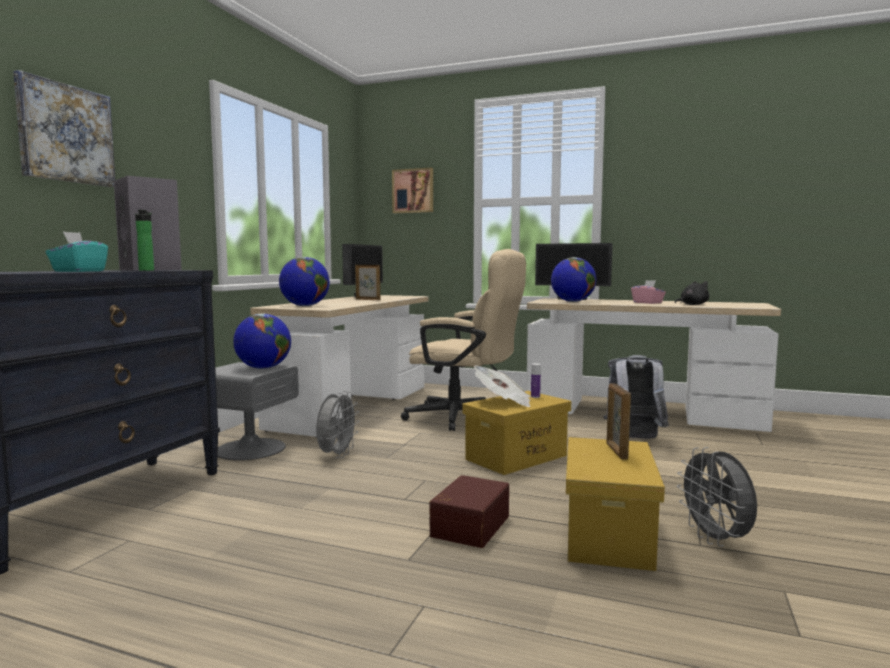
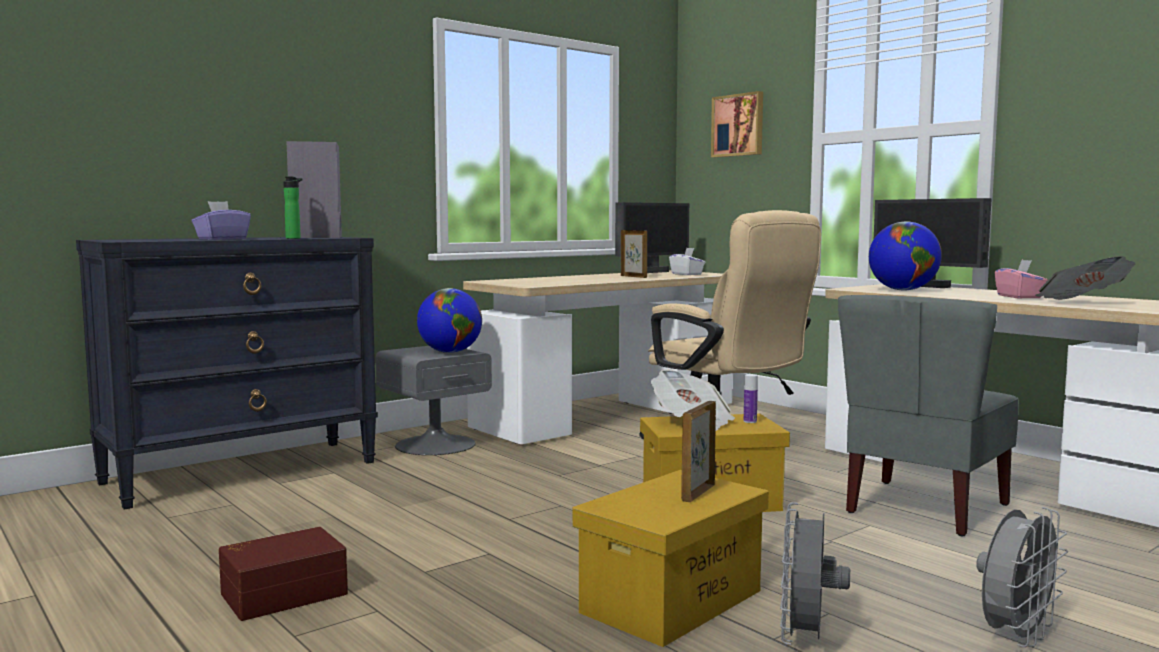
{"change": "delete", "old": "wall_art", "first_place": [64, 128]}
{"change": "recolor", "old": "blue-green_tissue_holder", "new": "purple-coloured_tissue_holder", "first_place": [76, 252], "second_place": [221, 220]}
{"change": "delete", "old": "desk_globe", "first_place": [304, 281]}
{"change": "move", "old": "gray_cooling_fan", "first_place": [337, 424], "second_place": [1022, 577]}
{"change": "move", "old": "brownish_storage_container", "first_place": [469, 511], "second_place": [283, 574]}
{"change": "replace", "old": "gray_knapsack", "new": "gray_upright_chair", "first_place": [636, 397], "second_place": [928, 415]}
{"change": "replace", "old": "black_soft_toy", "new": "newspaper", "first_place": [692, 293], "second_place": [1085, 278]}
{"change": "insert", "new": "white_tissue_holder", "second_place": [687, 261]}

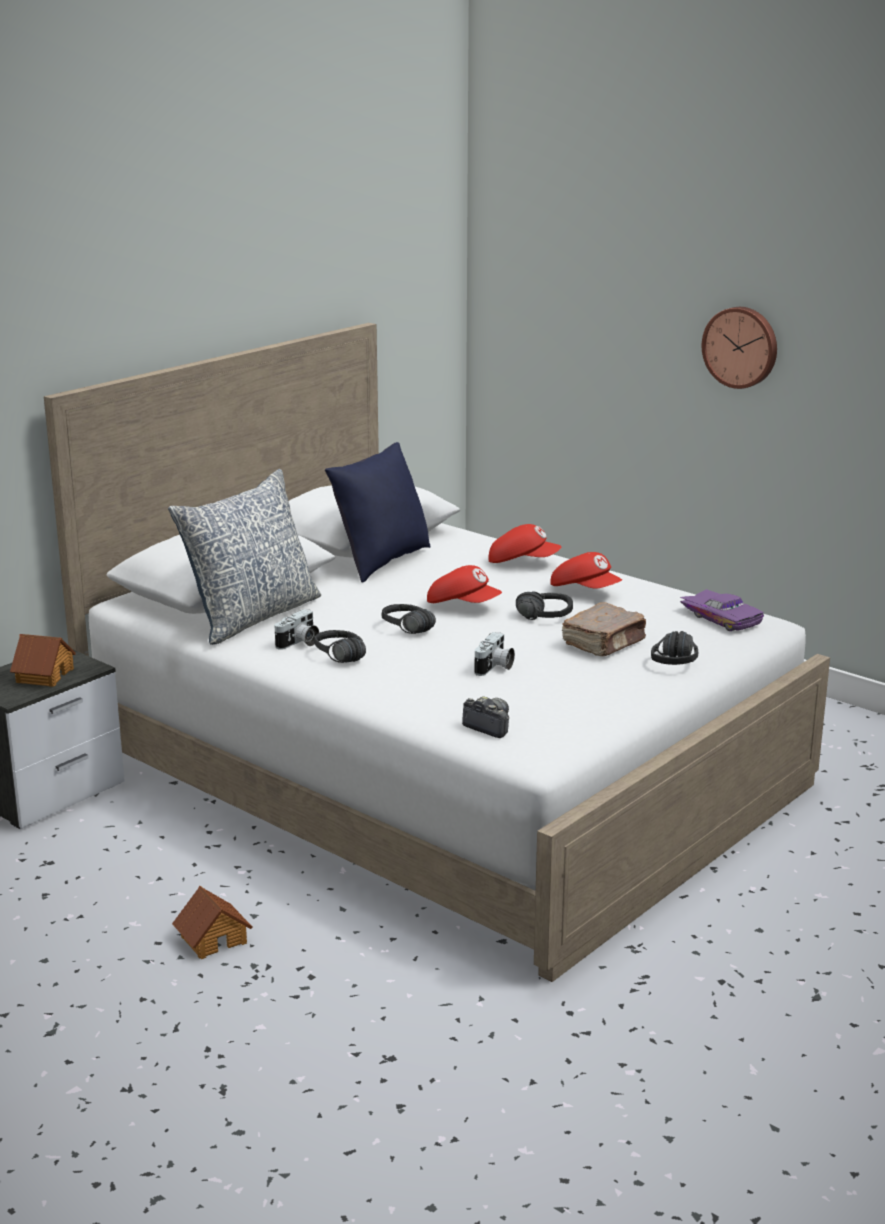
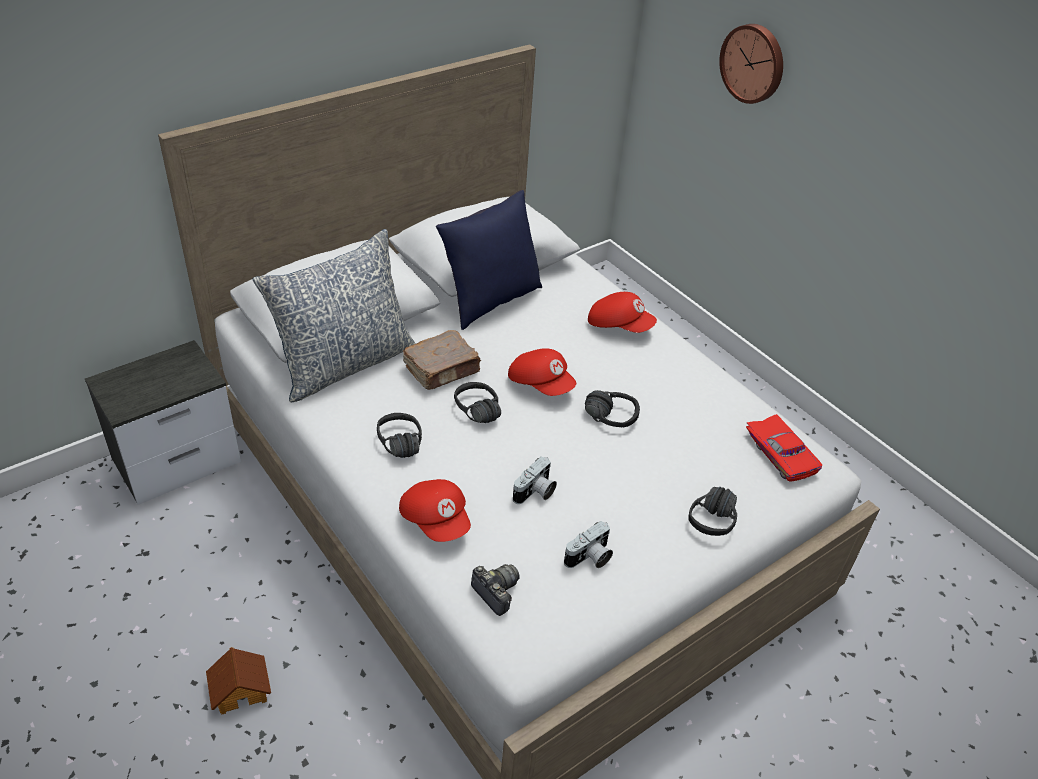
{"change": "delete", "old": "model_house", "first_place": [43, 660]}
{"change": "move", "old": "still_camera", "first_place": [296, 629], "second_place": [588, 544]}
{"change": "move", "old": "red_peaked_cap", "first_place": [586, 570], "second_place": [435, 510]}
{"change": "move", "old": "brownish_volume", "first_place": [604, 629], "second_place": [442, 360]}
{"change": "recolor", "old": "purple-coloured_miniature_car", "new": "red_miniature_car", "first_place": [722, 610], "second_place": [784, 448]}
{"change": "move", "old": "clock_on_the_wall", "first_place": [739, 348], "second_place": [751, 64]}

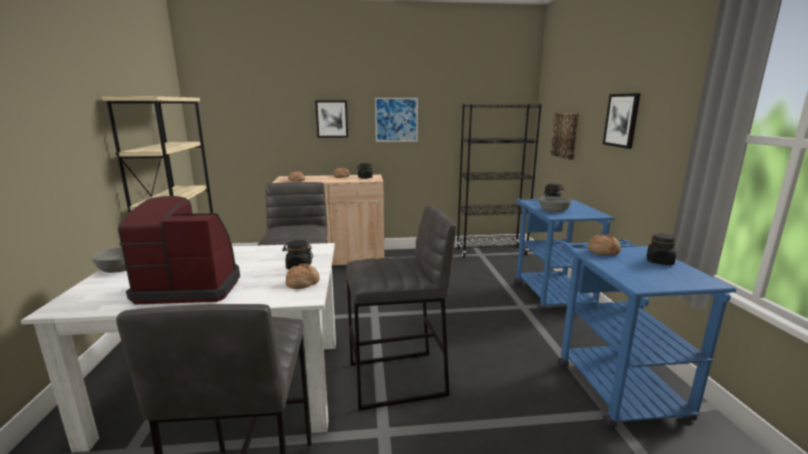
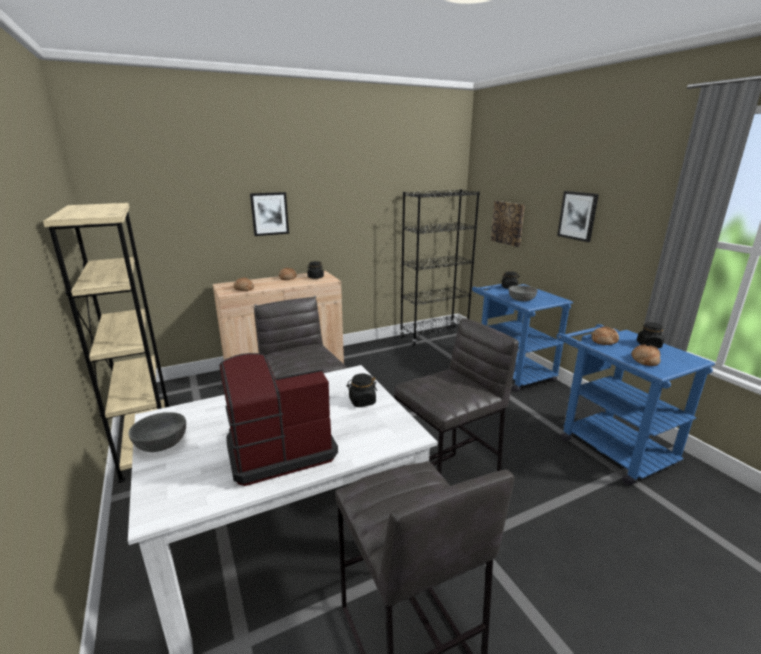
{"change": "move", "old": "baked_bread", "first_place": [303, 276], "second_place": [645, 355]}
{"change": "delete", "old": "wall_art", "first_place": [396, 120]}

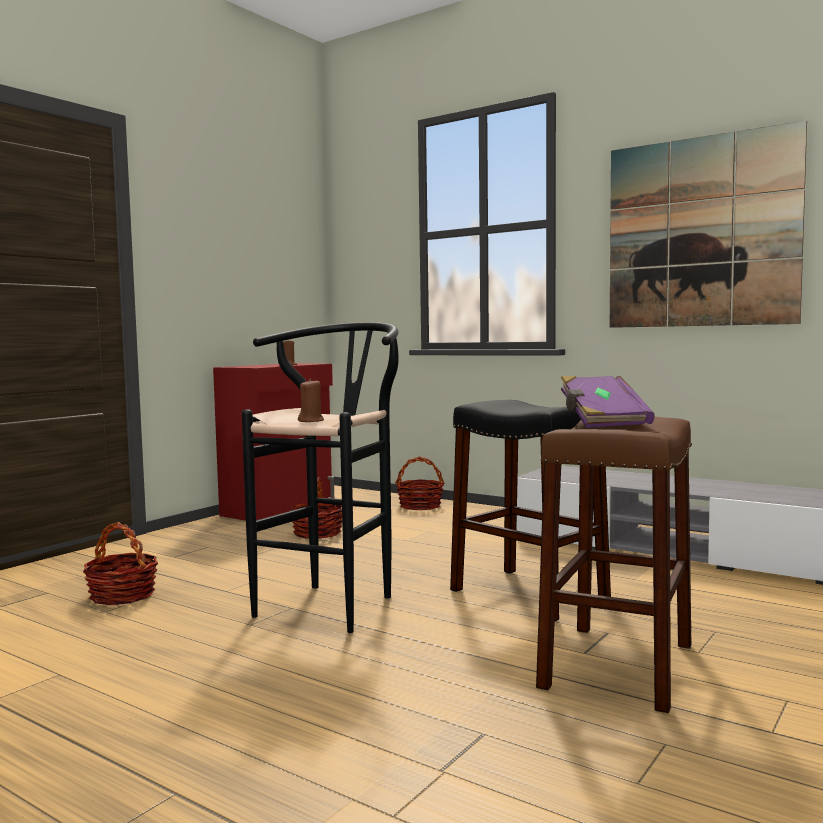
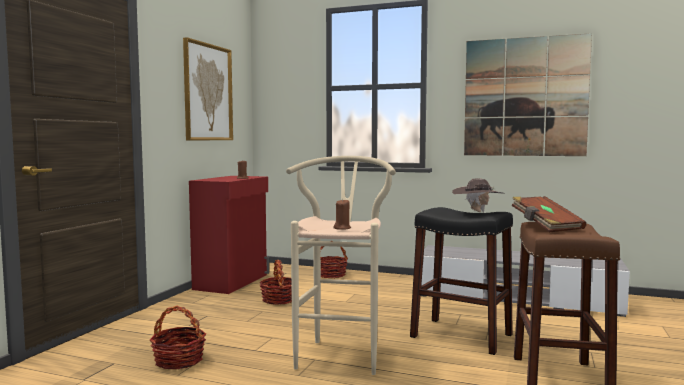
{"change": "recolor", "old": "black_stool_seat", "new": "beige_stool_seat", "first_place": [320, 477], "second_place": [341, 265]}
{"change": "recolor", "old": "purple-coloured_volume", "new": "brownish_volume", "first_place": [607, 402], "second_place": [549, 214]}
{"change": "insert", "new": "wall_art", "second_place": [208, 88]}
{"change": "insert", "new": "brownish_hat", "second_place": [477, 195]}

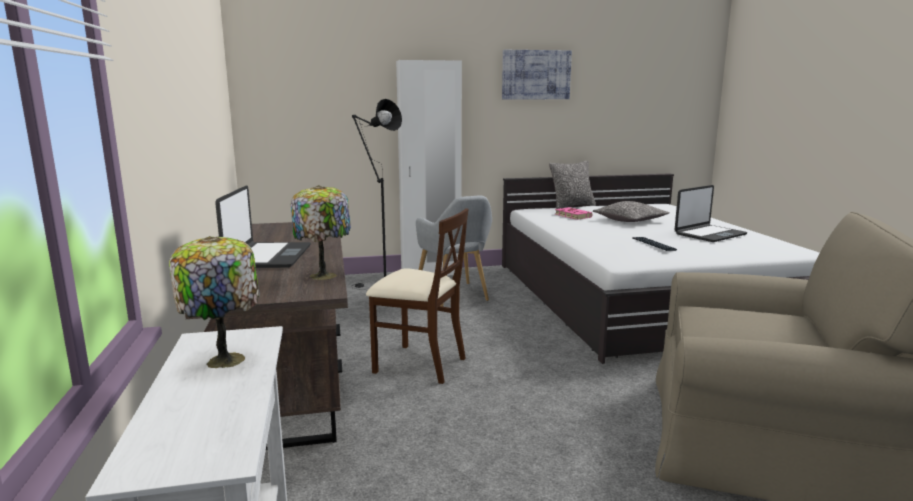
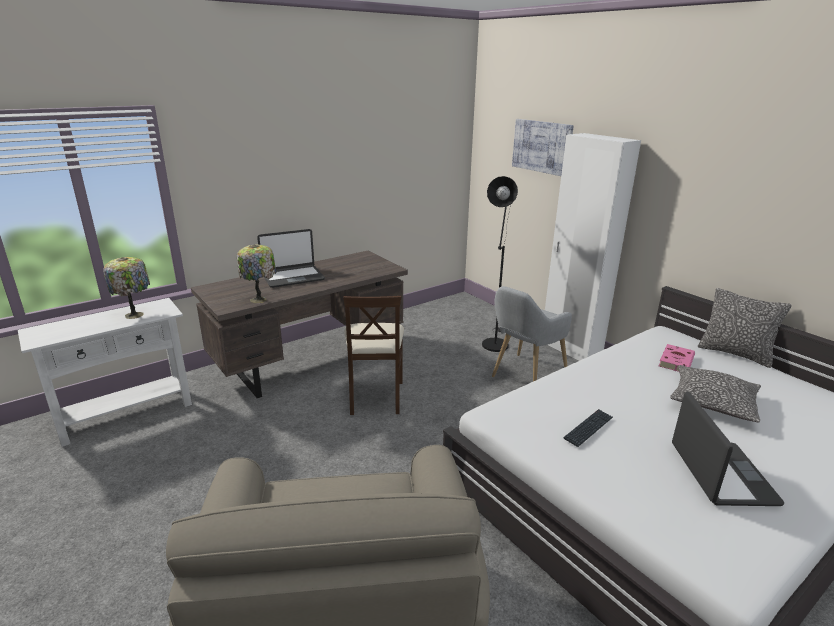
{"change": "move", "old": "wall_art", "first_place": [537, 74], "second_place": [543, 147]}
{"change": "rotate", "old": "notebook_computer", "first_place": [711, 213], "second_place": [728, 449], "degrees": -120}

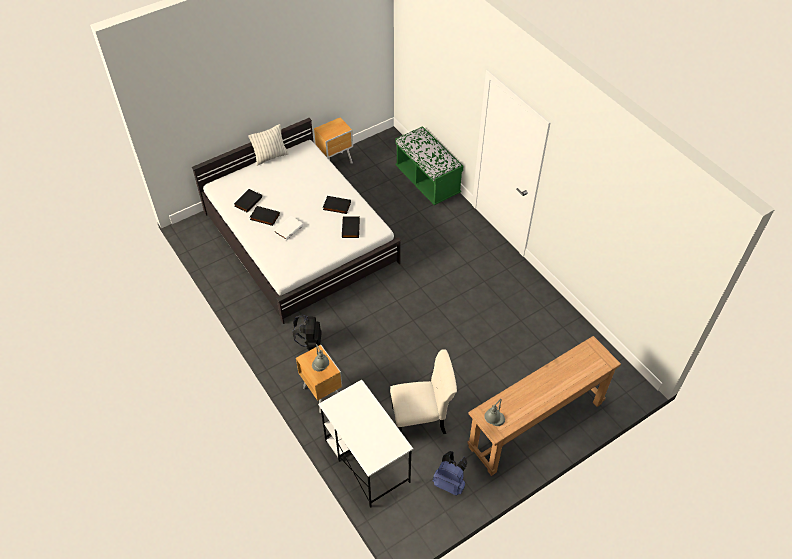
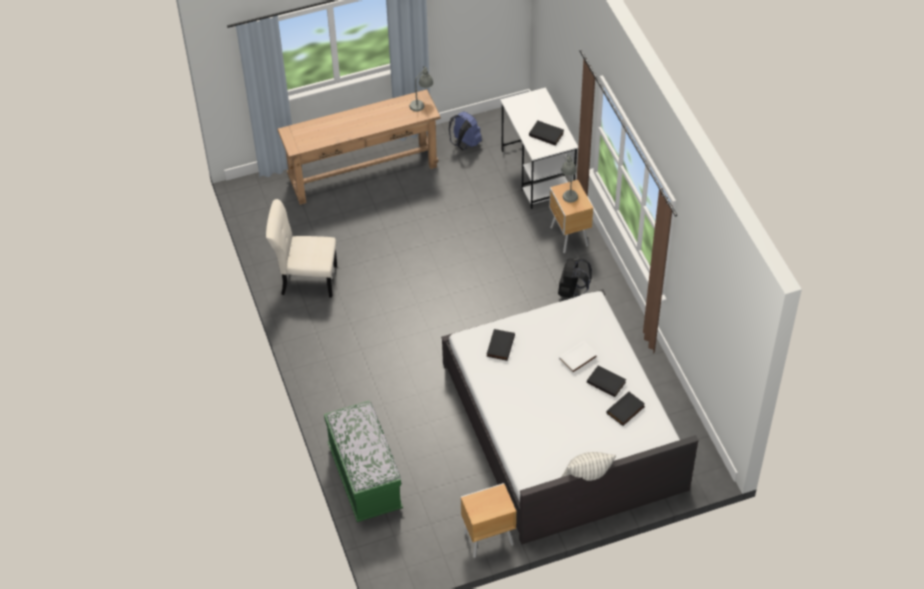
{"change": "move", "old": "black_volume", "first_place": [337, 205], "second_place": [546, 133]}
{"change": "move", "old": "beige_upright_chair", "first_place": [423, 391], "second_place": [301, 248]}

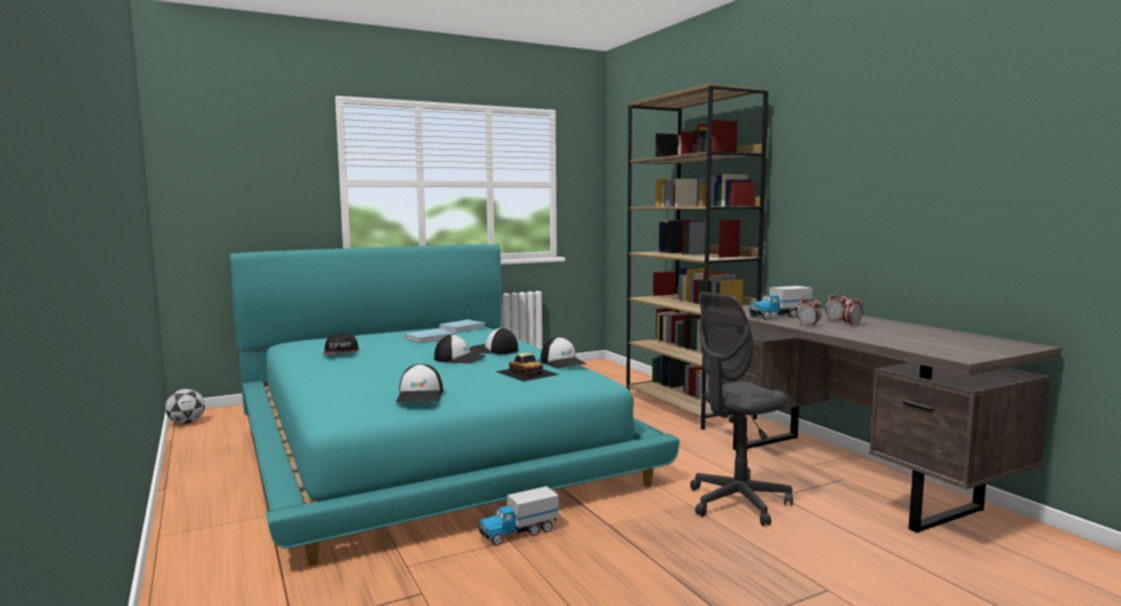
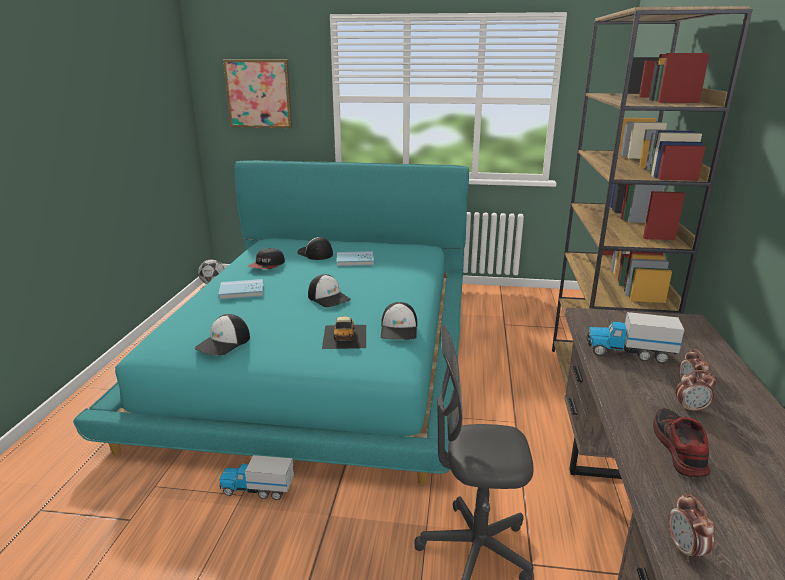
{"change": "move", "old": "bluish_volume", "first_place": [462, 326], "second_place": [240, 289]}
{"change": "move", "old": "peaked_cap", "first_place": [493, 341], "second_place": [315, 248]}
{"change": "move", "old": "table_clock", "first_place": [809, 311], "second_place": [691, 527]}
{"change": "insert", "new": "wall_art", "second_place": [257, 94]}
{"change": "insert", "new": "item_of_footwear", "second_place": [681, 442]}

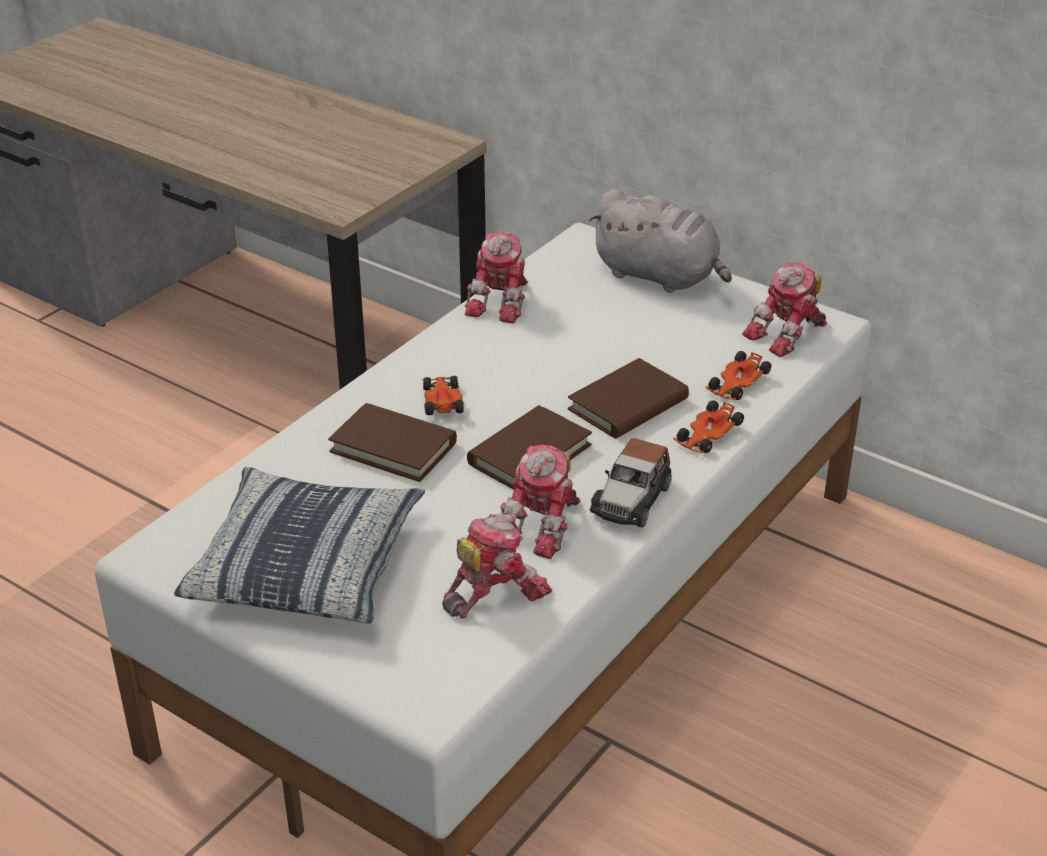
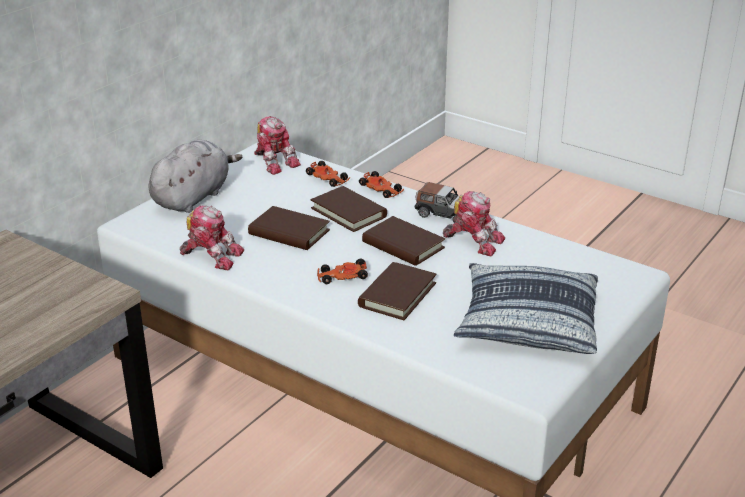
{"change": "delete", "old": "robot_figure", "first_place": [497, 566]}
{"change": "insert", "new": "brownish_volume", "second_place": [289, 228]}

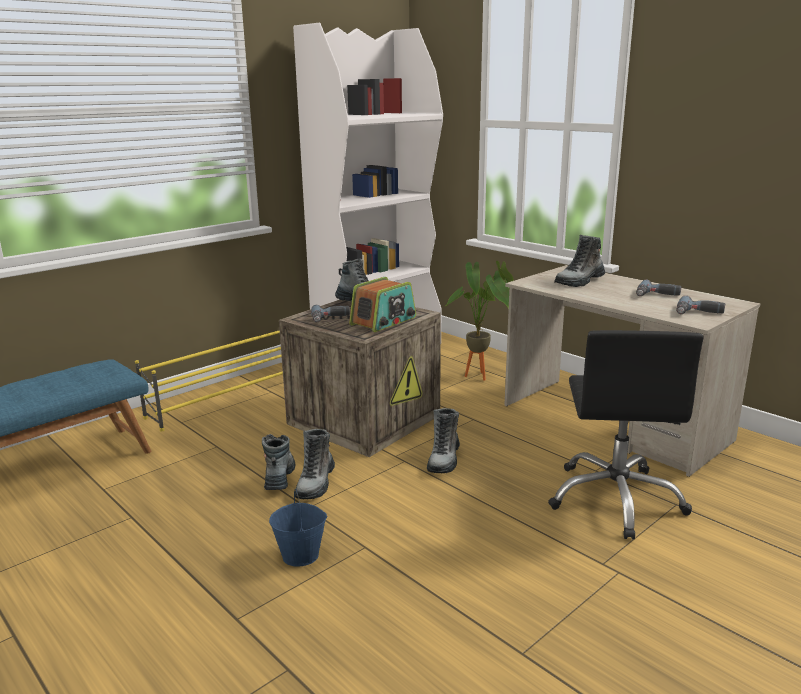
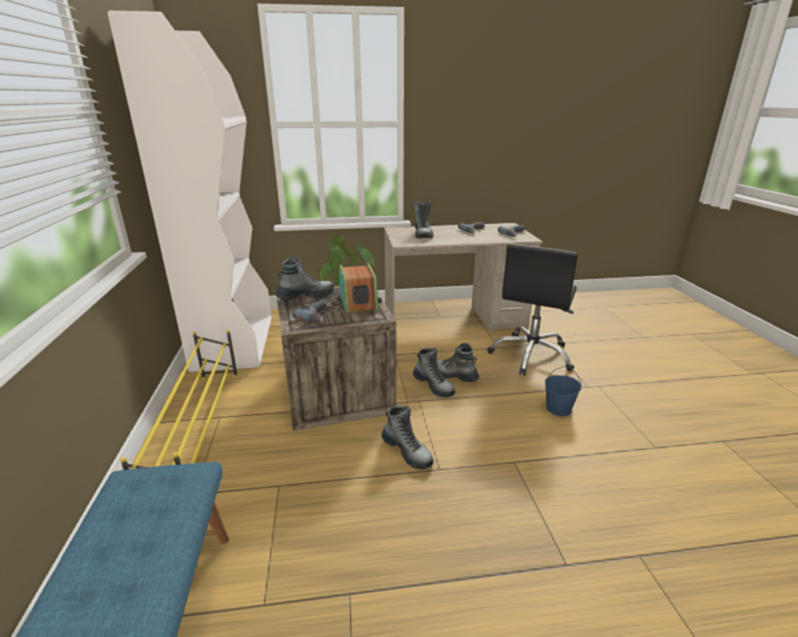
{"change": "move", "old": "boot", "first_place": [279, 462], "second_place": [458, 362]}
{"change": "move", "old": "bluish_pail", "first_place": [298, 528], "second_place": [563, 391]}
{"change": "rotate", "old": "black_office_chair", "first_place": [626, 434], "second_place": [532, 310], "degrees": 75}

